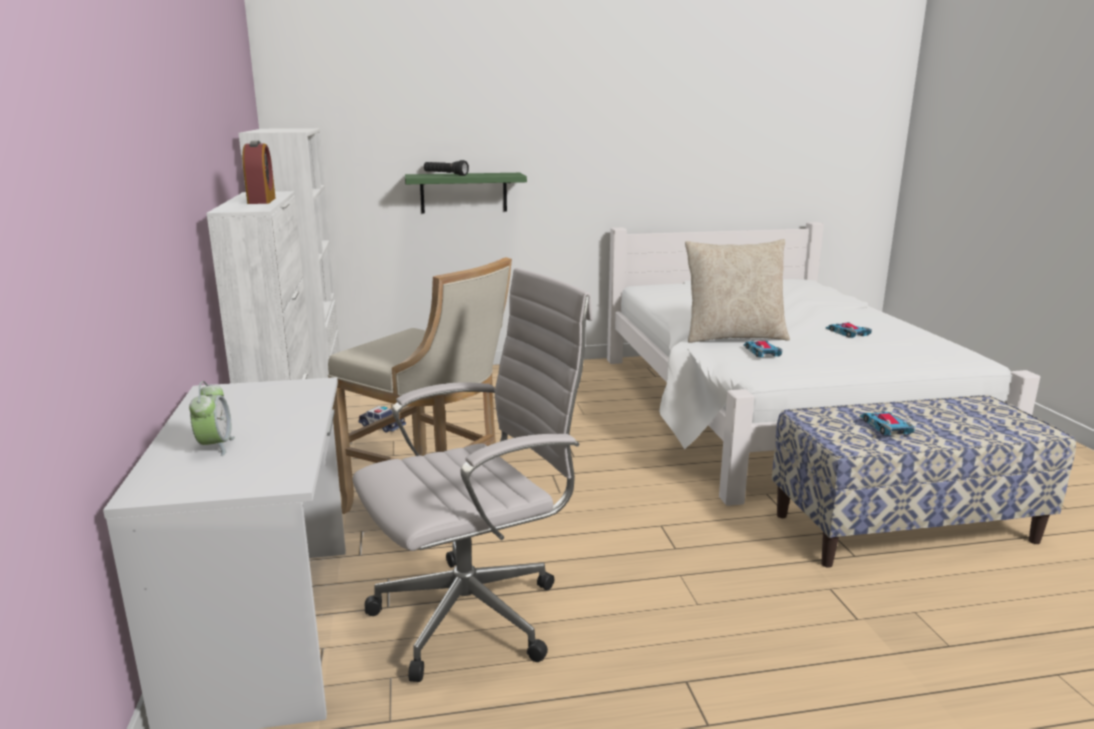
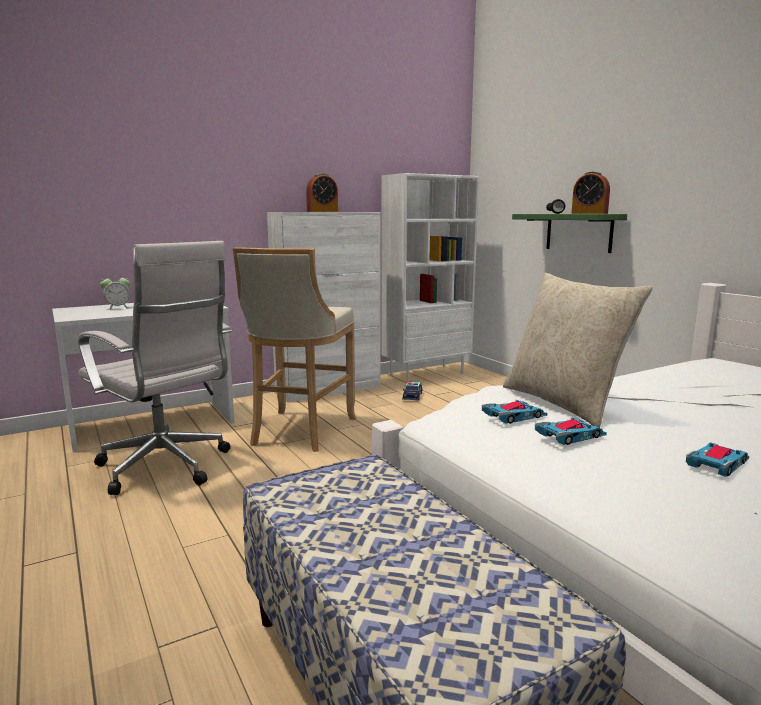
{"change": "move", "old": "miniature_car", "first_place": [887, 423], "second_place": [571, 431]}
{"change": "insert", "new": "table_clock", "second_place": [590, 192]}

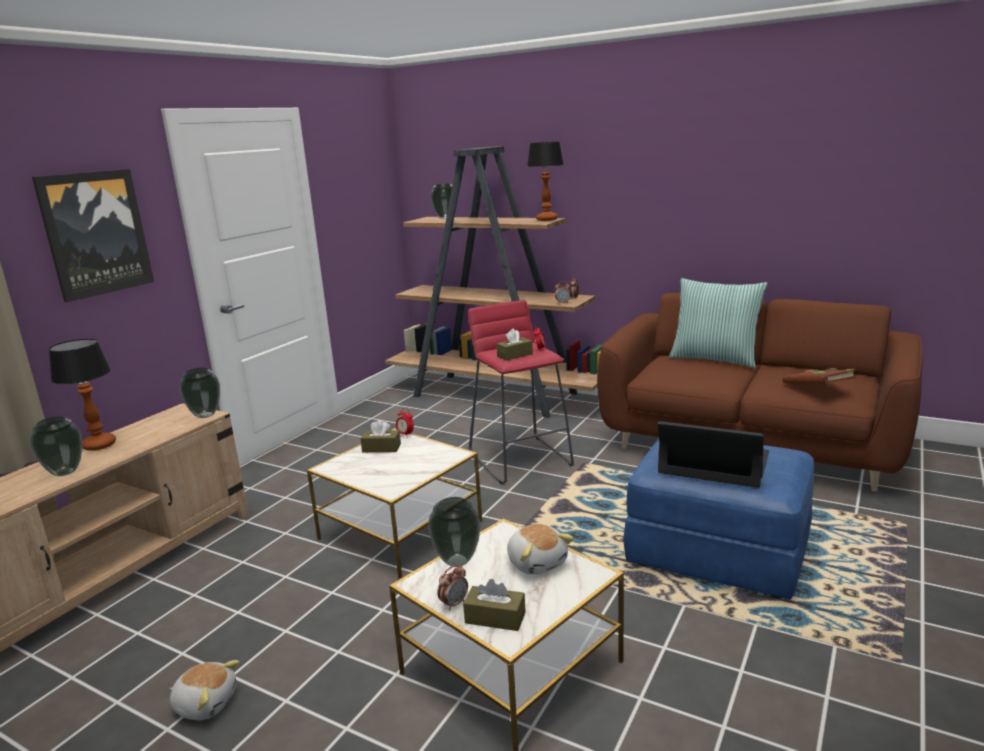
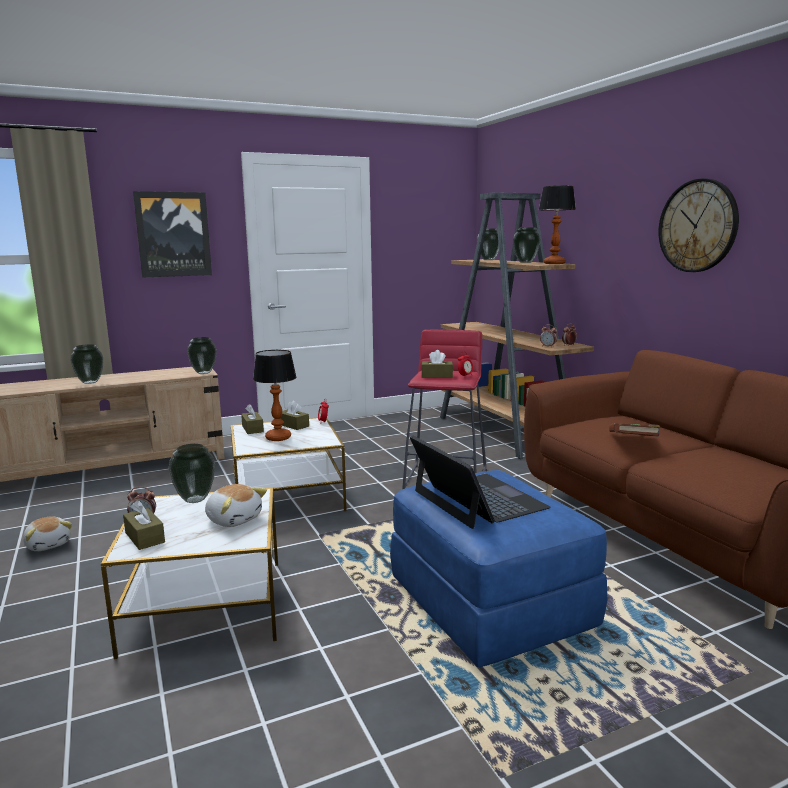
{"change": "move", "old": "table_lamp", "first_place": [82, 395], "second_place": [275, 395]}
{"change": "rotate", "old": "soft_toy", "first_place": [540, 549], "second_place": [236, 505], "degrees": -60}
{"change": "delete", "old": "pillow", "first_place": [718, 323]}
{"change": "move", "old": "brownish_volume", "first_place": [819, 375], "second_place": [634, 429]}
{"change": "insert", "new": "brownish_tissue_holder", "second_place": [252, 419]}
{"change": "insert", "new": "decorative_vase", "second_place": [527, 245]}
{"change": "insert", "new": "clock_on_the_wall", "second_place": [699, 225]}

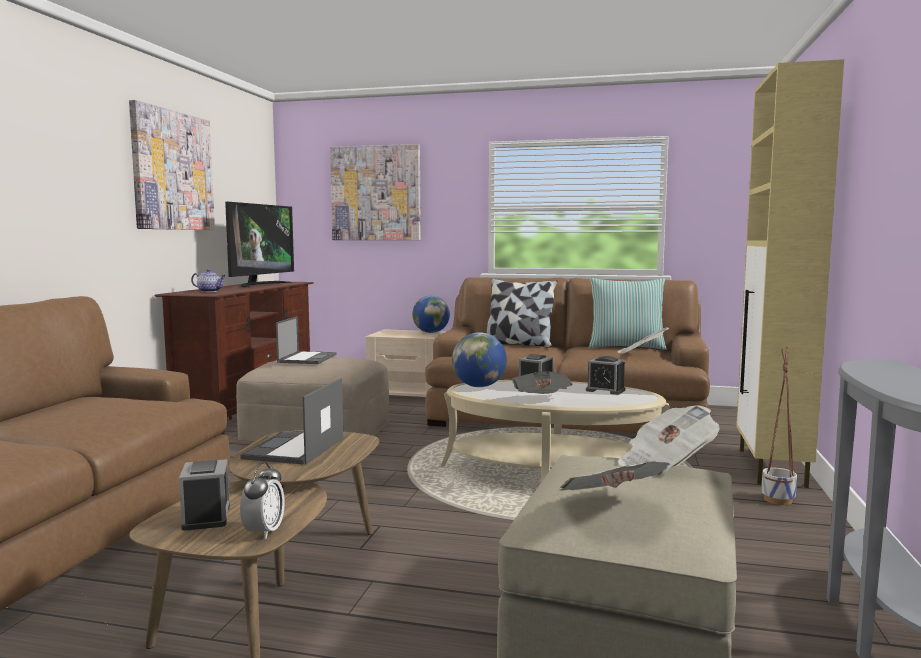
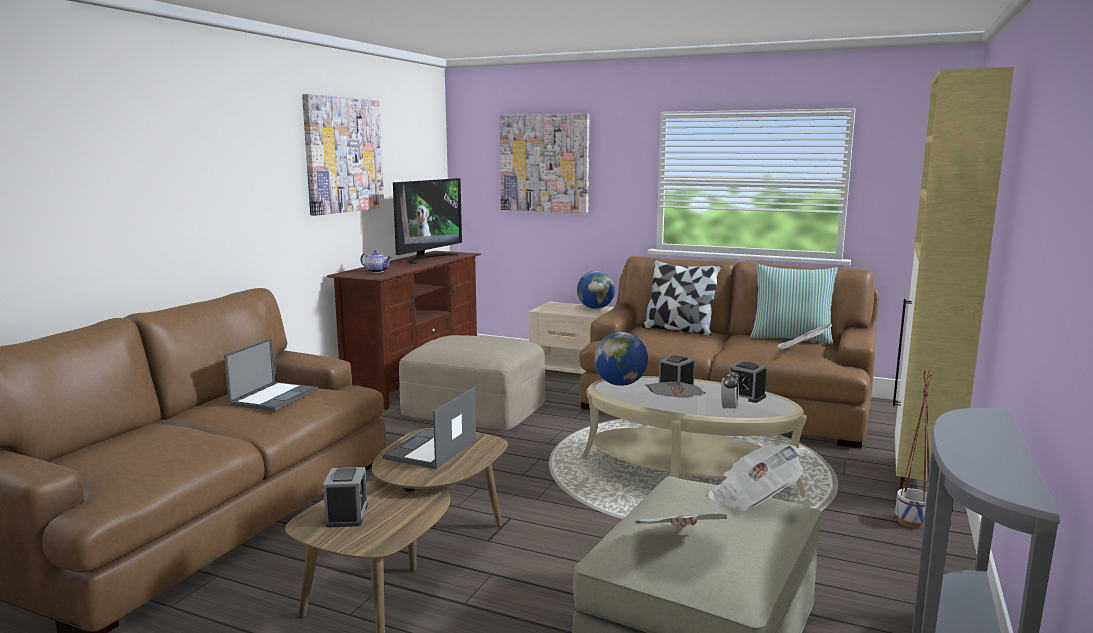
{"change": "move", "old": "table_clock", "first_place": [262, 500], "second_place": [730, 390]}
{"change": "move", "old": "notebook_computer", "first_place": [306, 340], "second_place": [271, 374]}

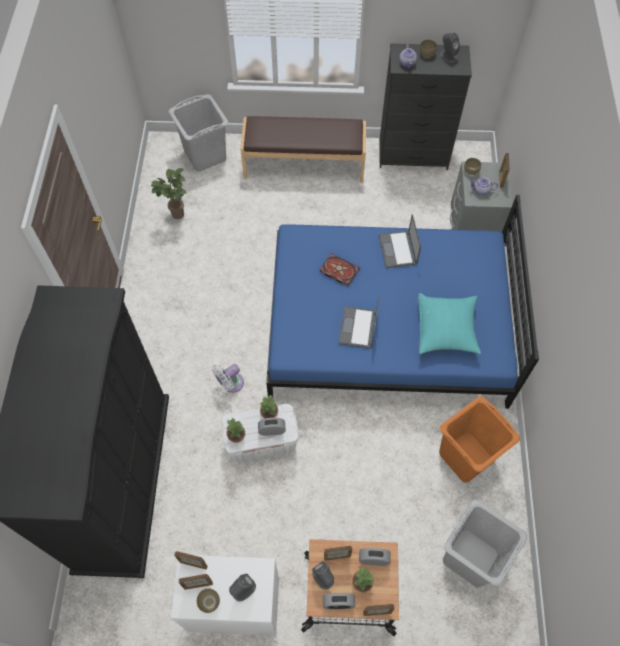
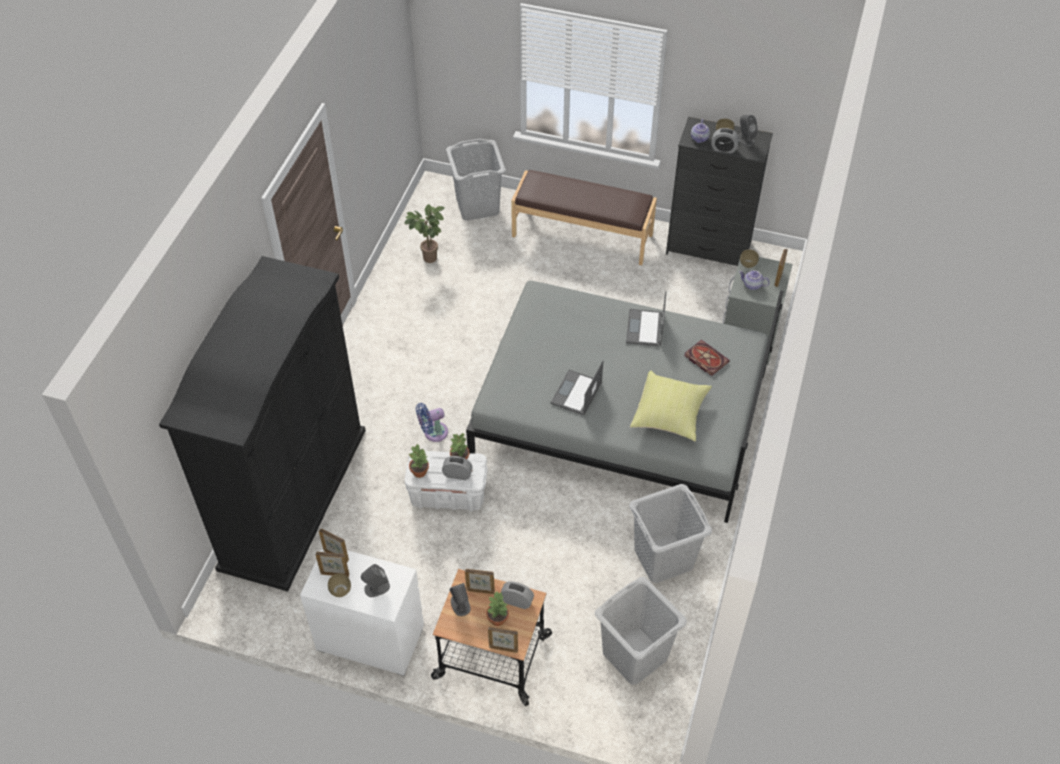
{"change": "recolor", "old": "white_cooling_fan", "new": "bluish_cooling_fan", "first_place": [228, 378], "second_place": [432, 422]}
{"change": "recolor", "old": "bluish_bed", "new": "gray_bed", "first_place": [402, 302], "second_place": [625, 401]}
{"change": "move", "old": "volume", "first_place": [339, 269], "second_place": [707, 358]}
{"change": "move", "old": "table_clock", "first_place": [339, 601], "second_place": [725, 140]}
{"change": "recolor", "old": "blue-green_pillow", "new": "yellow_pillow", "first_place": [449, 323], "second_place": [671, 406]}
{"change": "recolor", "old": "orangey_laundry_basket", "new": "gray_laundry_basket", "first_place": [479, 439], "second_place": [670, 533]}

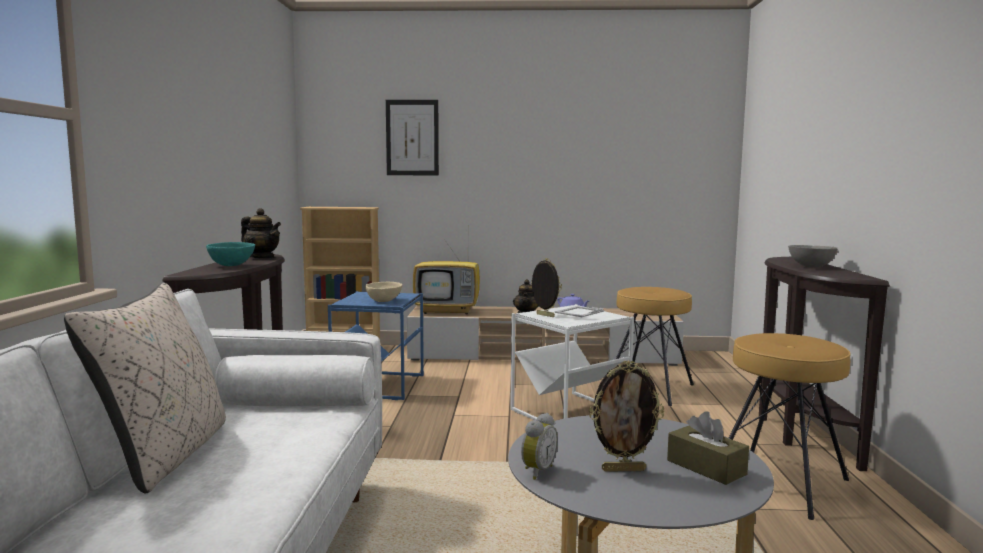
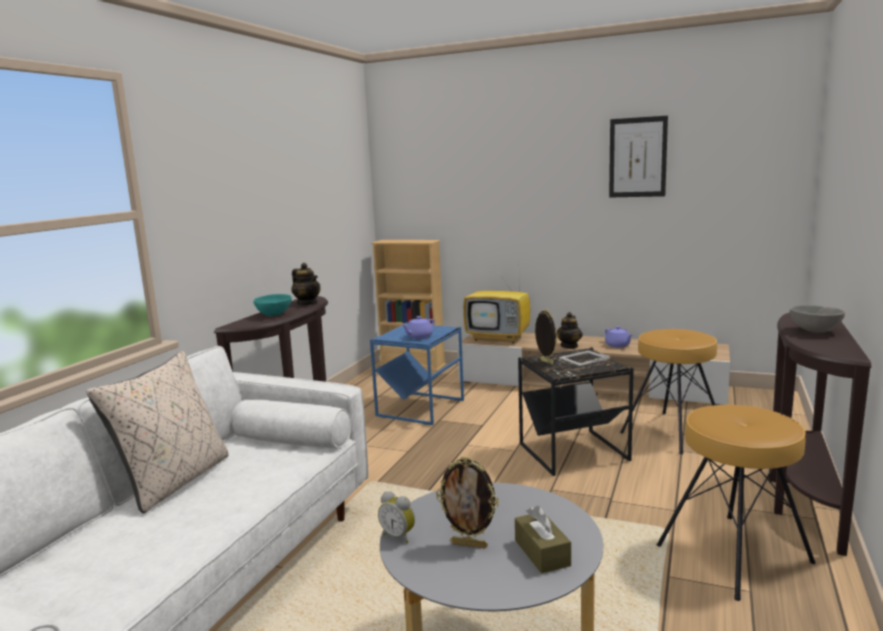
{"change": "replace", "old": "beige_deep_dish", "new": "purple-coloured_tea_pot", "first_place": [383, 292], "second_place": [418, 327]}
{"change": "move", "old": "wall_art", "first_place": [412, 138], "second_place": [638, 157]}
{"change": "recolor", "old": "white_end_table", "new": "black_end_table", "first_place": [572, 362], "second_place": [576, 411]}
{"change": "rotate", "old": "table_clock", "first_place": [539, 446], "second_place": [396, 517], "degrees": 75}

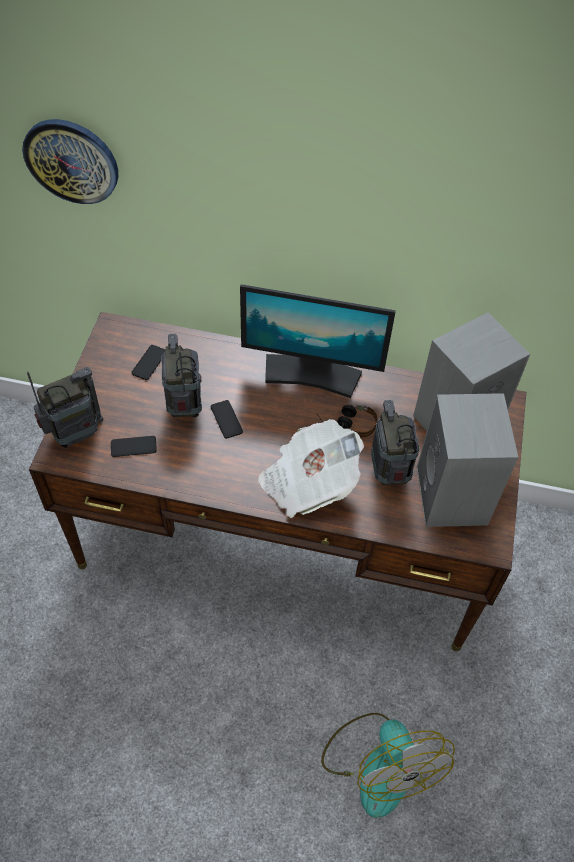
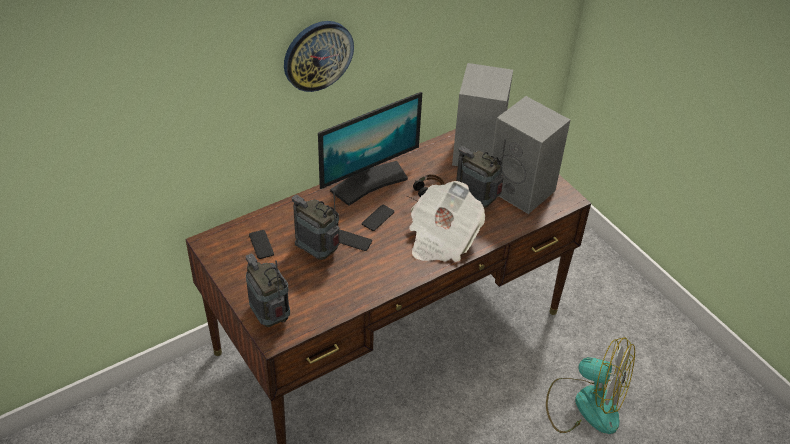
{"change": "move", "old": "clock_on_the_wall", "first_place": [70, 161], "second_place": [319, 56]}
{"change": "rotate", "old": "radio_receiver", "first_place": [65, 407], "second_place": [267, 290], "degrees": -45}
{"change": "move", "old": "phone", "first_place": [134, 446], "second_place": [378, 218]}

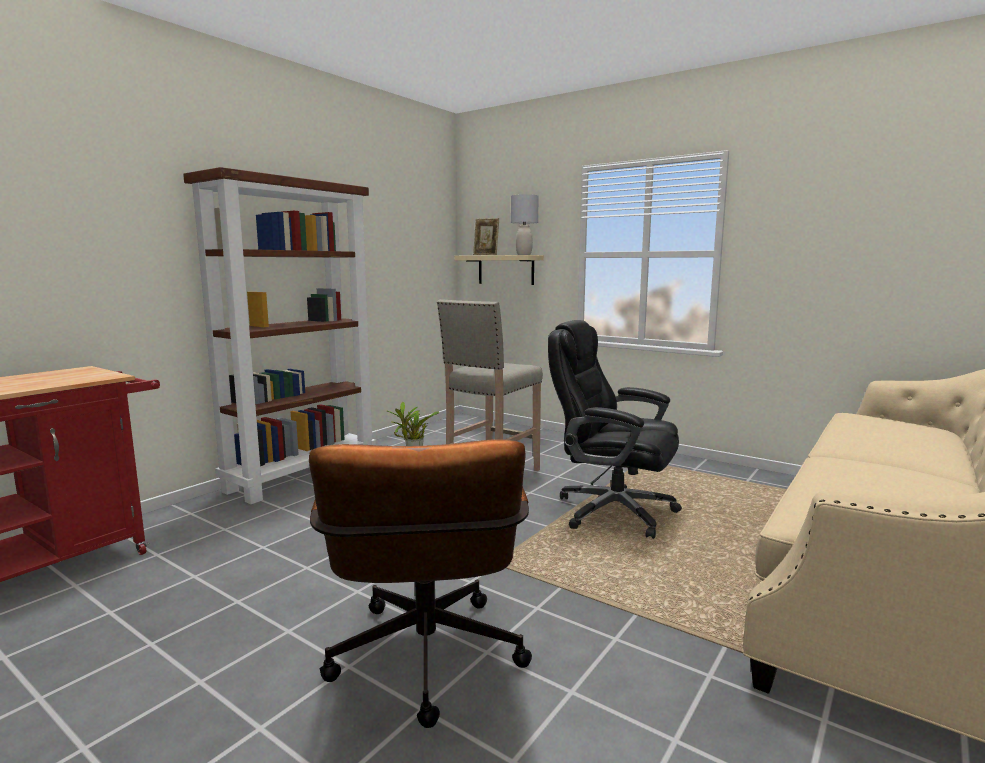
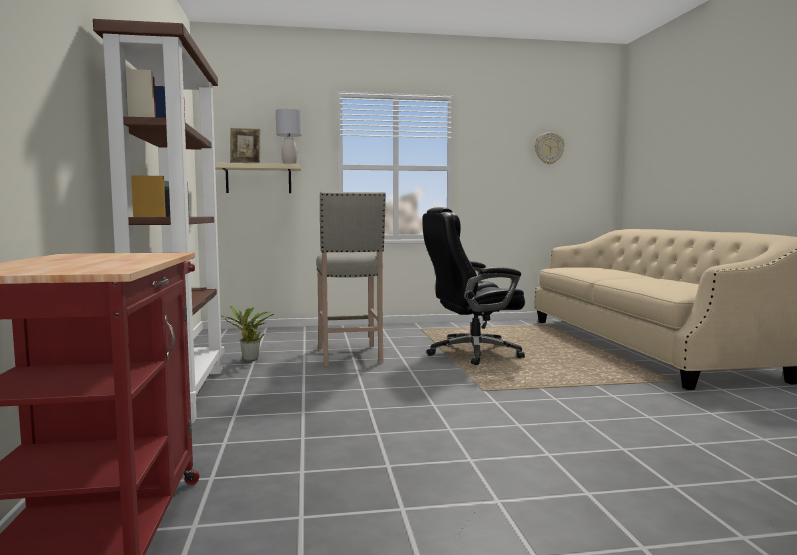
{"change": "delete", "old": "brownish_office_chair", "first_place": [420, 583]}
{"change": "insert", "new": "clock_on_the_wall", "second_place": [550, 148]}

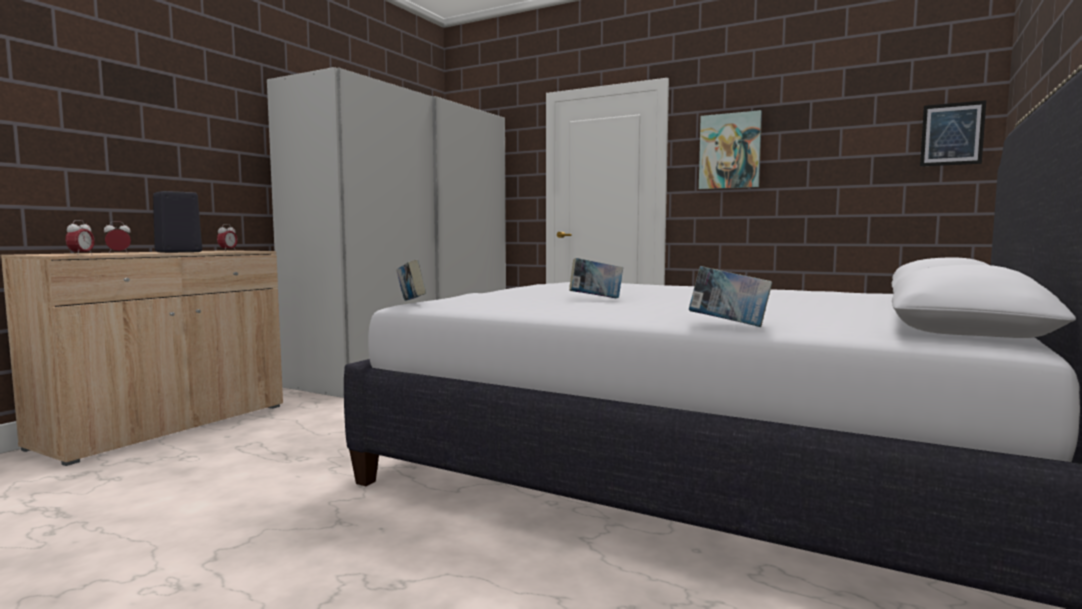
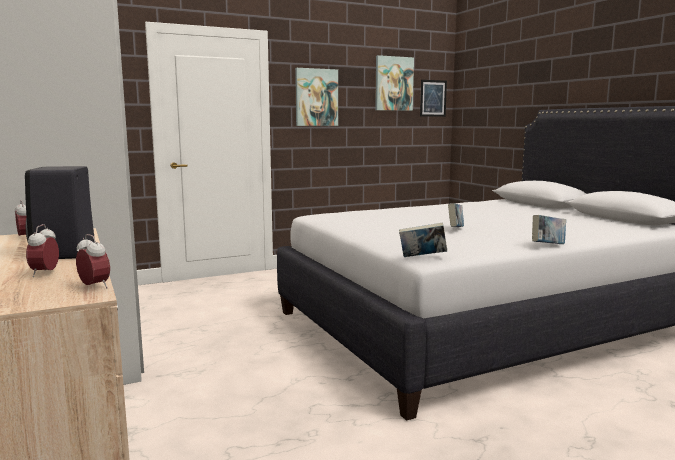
{"change": "move", "old": "volume", "first_place": [730, 296], "second_place": [549, 229]}
{"change": "insert", "new": "wall_art", "second_place": [394, 83]}

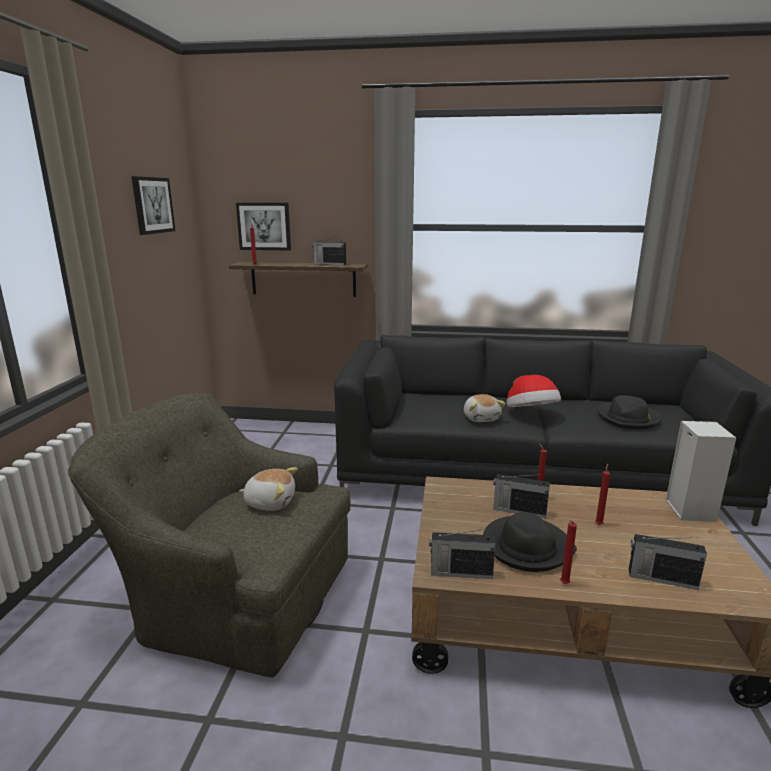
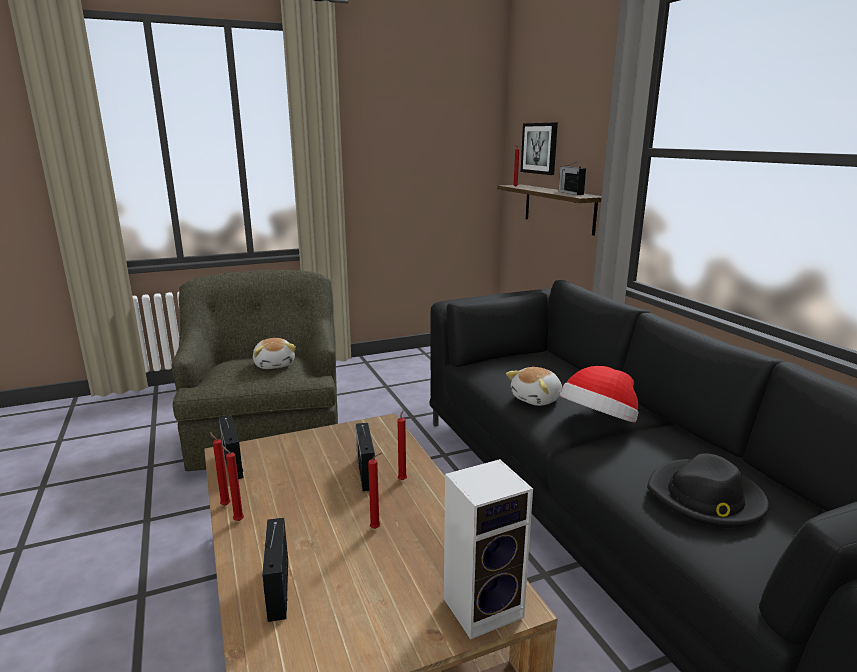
{"change": "delete", "old": "wall_art", "first_place": [153, 205]}
{"change": "delete", "old": "black_hat", "first_place": [530, 542]}
{"change": "insert", "new": "red_wax_light", "second_place": [220, 469]}

